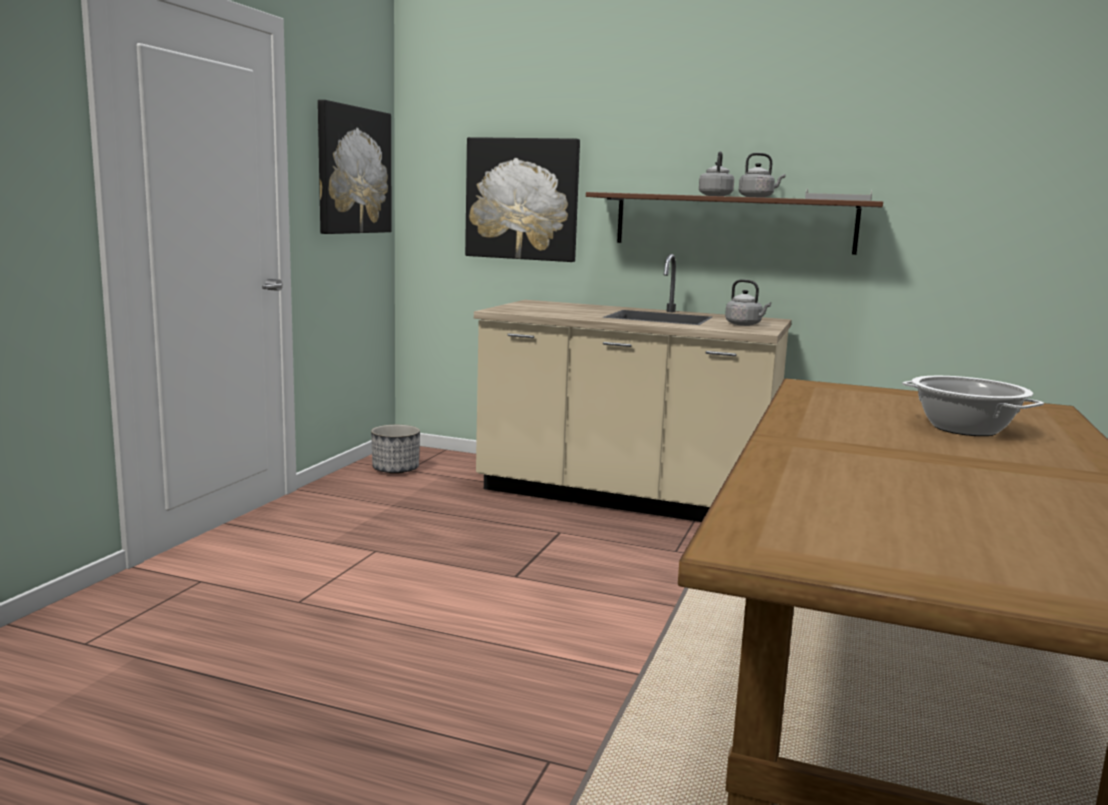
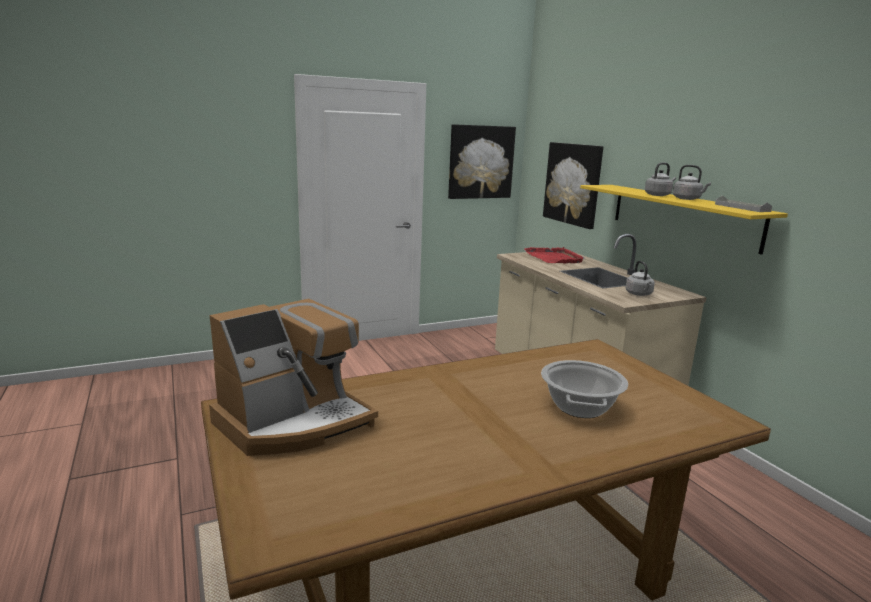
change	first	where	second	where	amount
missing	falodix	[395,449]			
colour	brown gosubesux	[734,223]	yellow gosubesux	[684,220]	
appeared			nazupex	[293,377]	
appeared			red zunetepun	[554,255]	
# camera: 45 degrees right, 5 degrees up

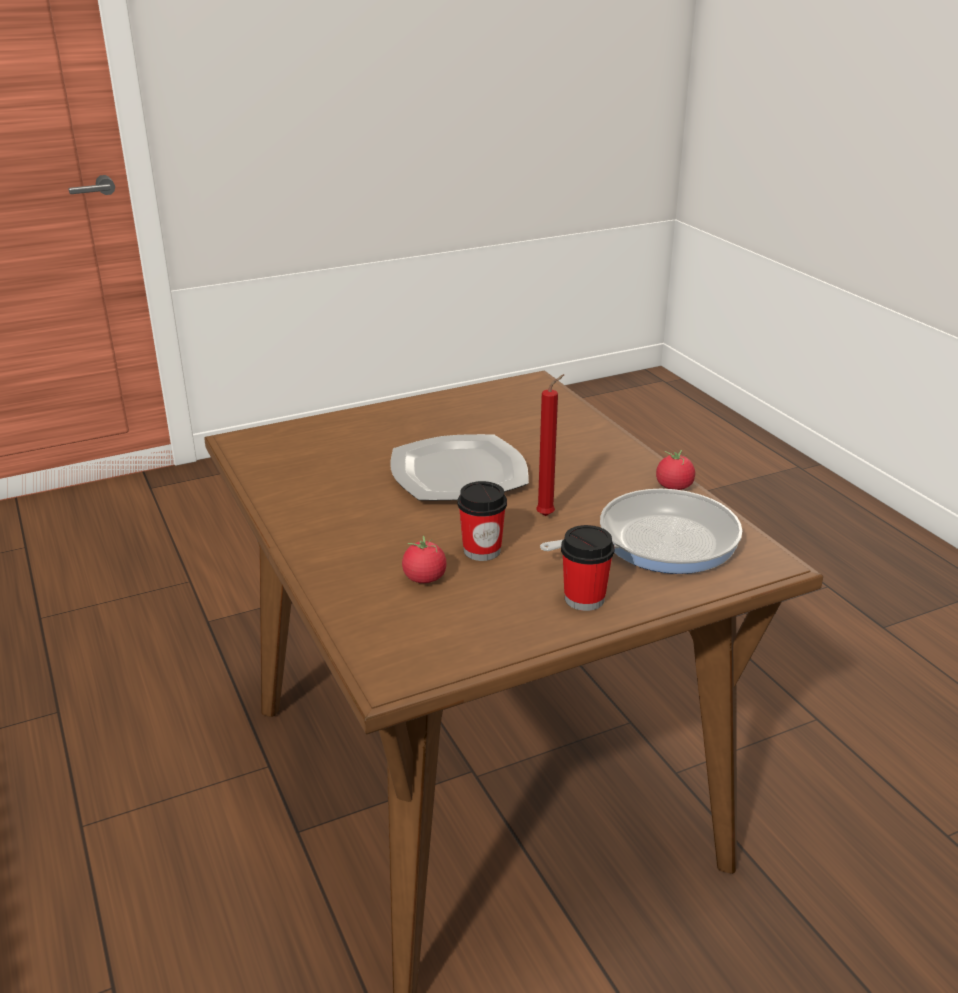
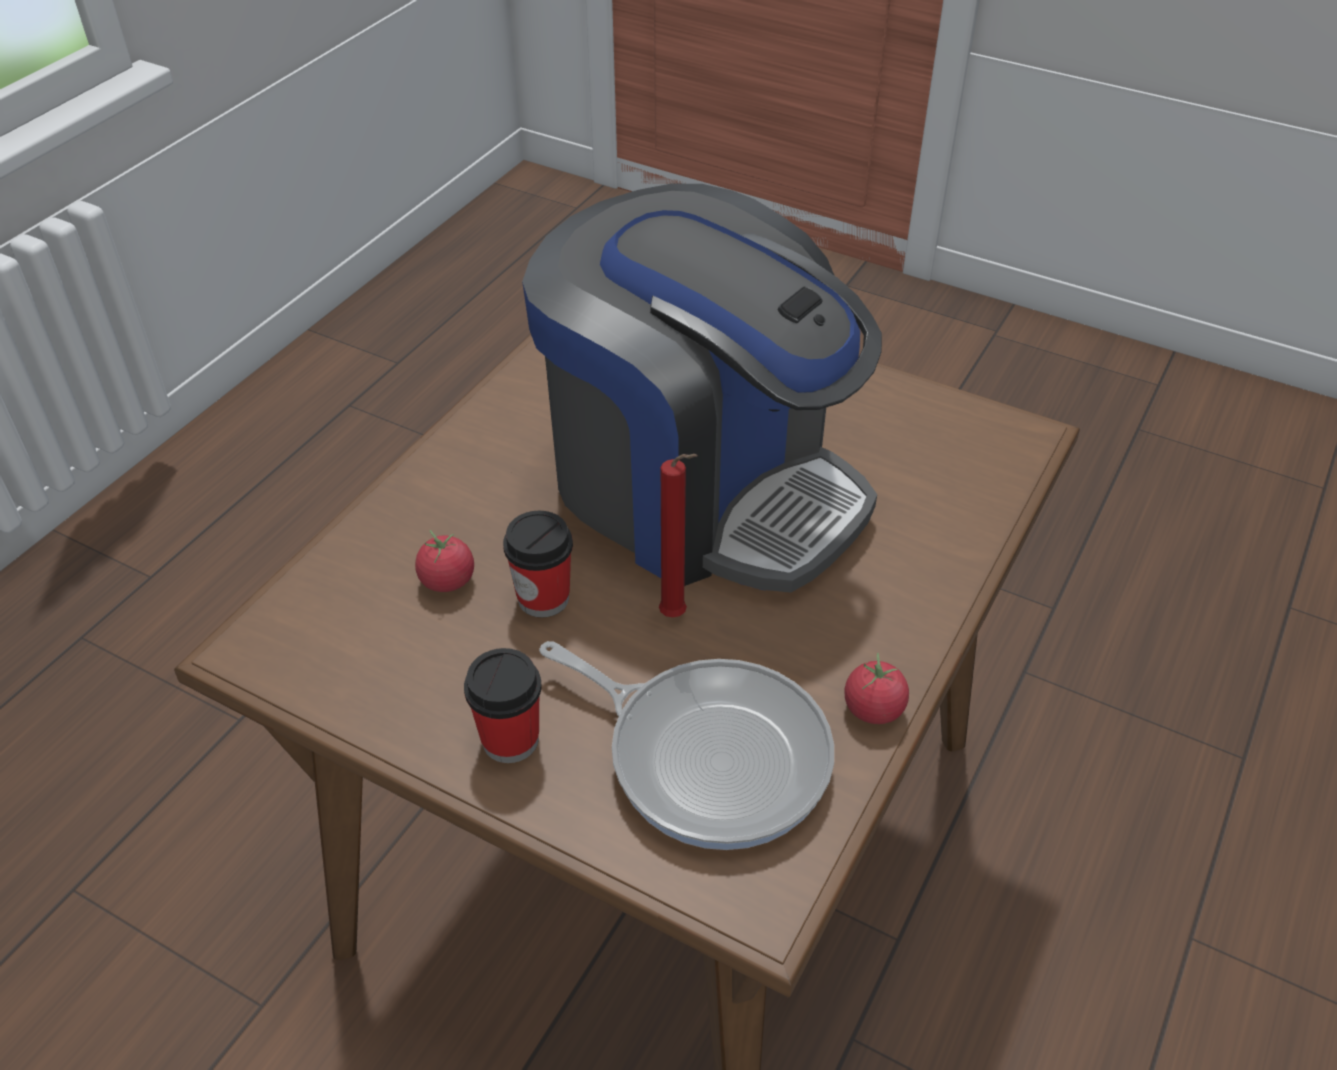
change	first	where	second	where	amount
exchanged	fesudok	[459,467]	nazupex	[702,387]	
# camera: 55 degrees right, 15 degrees up

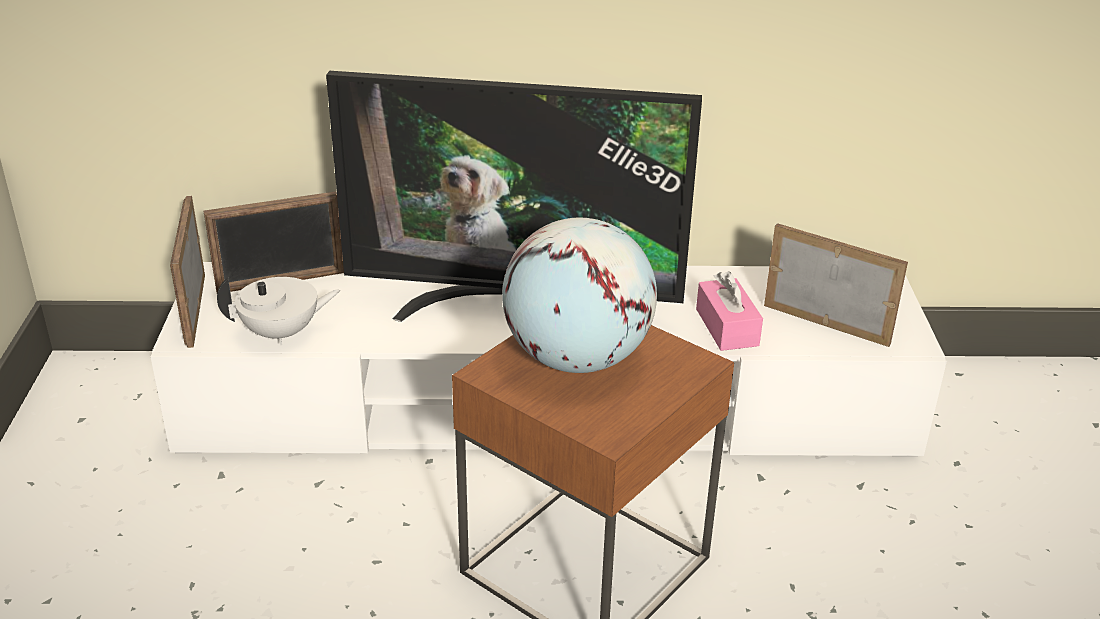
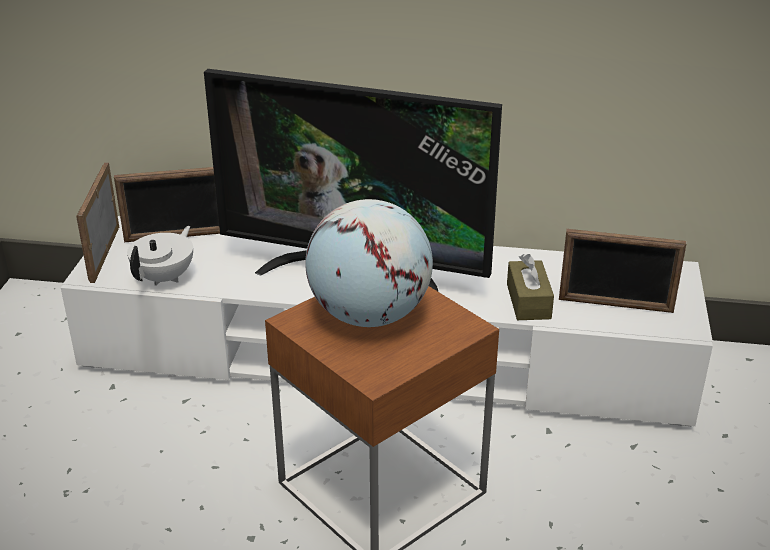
change	first	where	second	where	amount
spun	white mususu	[278,311]		[160,256]	60 degrees counterclockwise
colour	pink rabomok	[729,311]	brown rabomok	[530,287]	
spun	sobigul	[836,285]		[623,271]	150 degrees clockwise
# camera: 10 degrees right, 0 degrees up

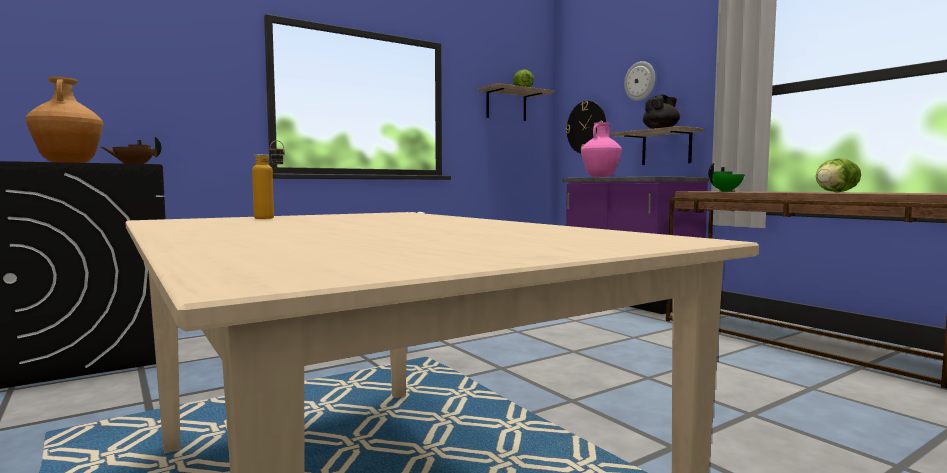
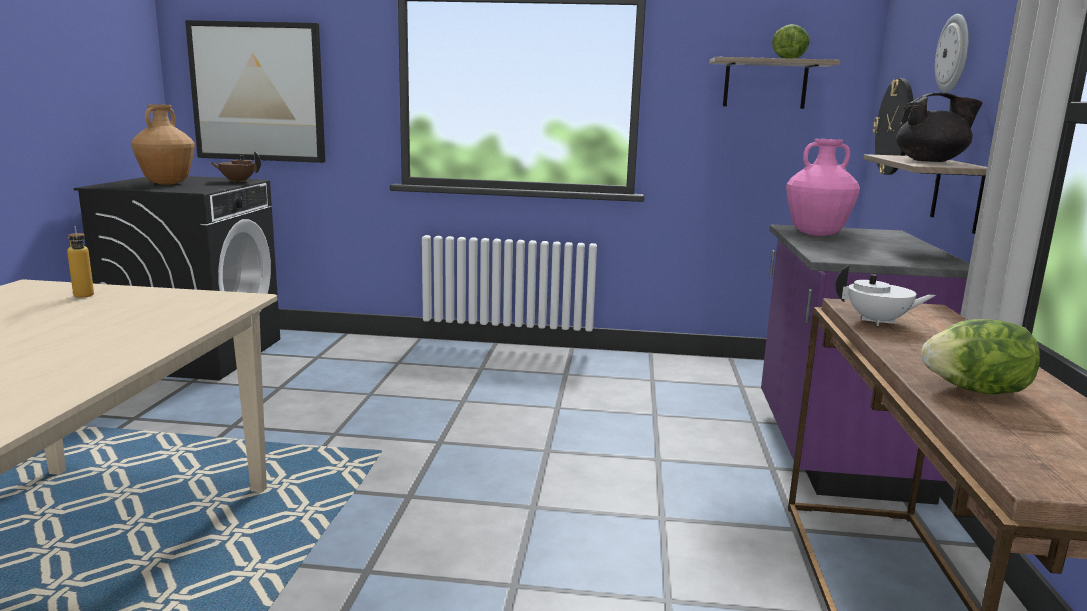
change	first	where	second	where	amount
colour	green mususu	[726,177]	white mususu	[886,295]	
appeared			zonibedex	[255,91]	
# camera: 40 degrees right, 10 degrees up

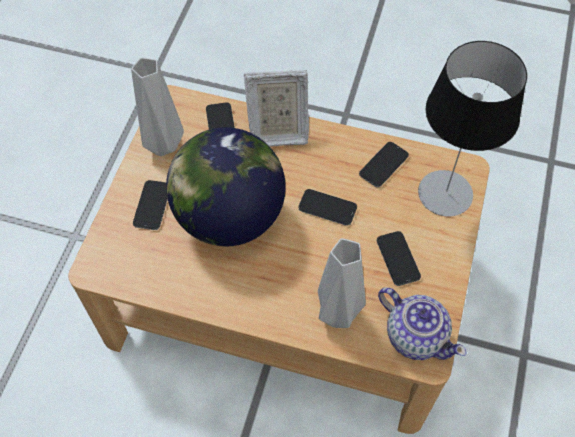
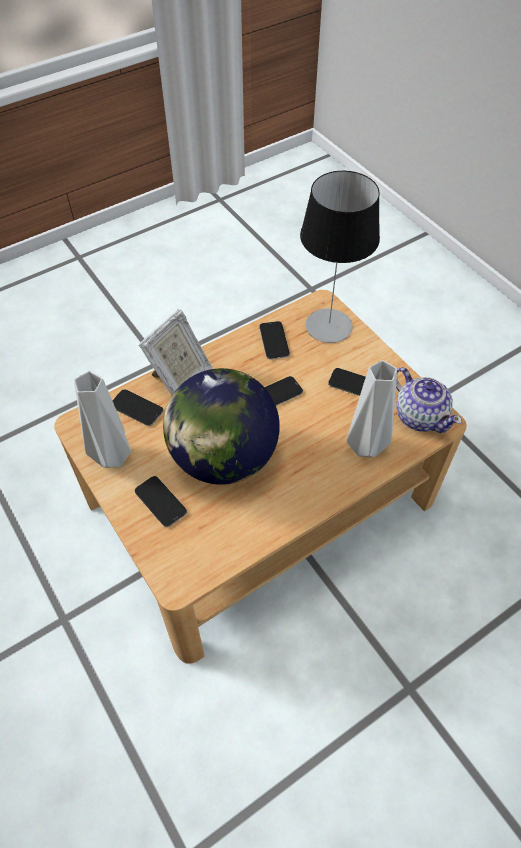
change	first	where	second	where	amount
spun	mususu	[422,323]		[429,400]	60 degrees clockwise
# camera: 50 degrees left, 5 degrees down

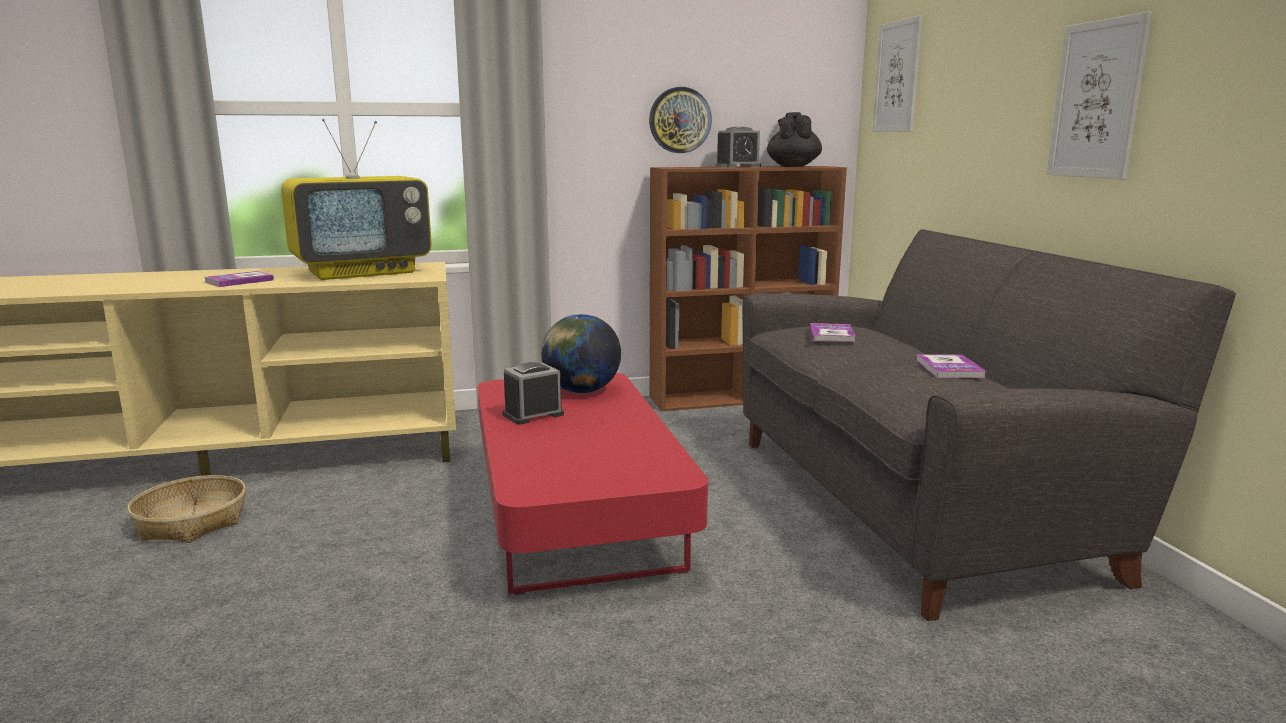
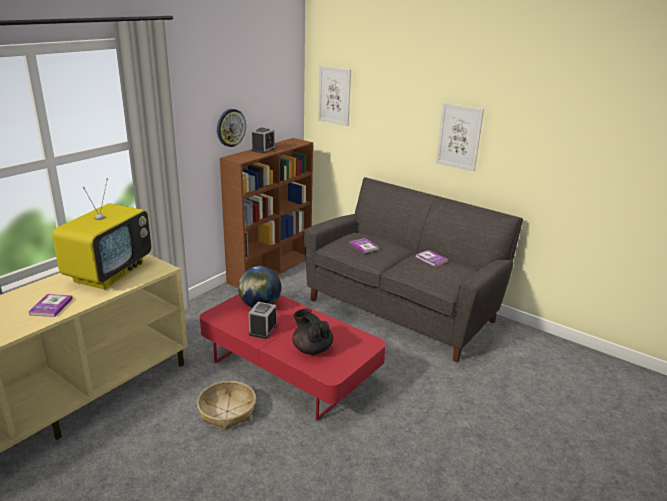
change	first	where	second	where	amount
relocated	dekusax	[186,509]		[226,405]	
relocated	black mususu	[794,139]		[312,332]	
# camera: 40 degrees left, 10 degrees up

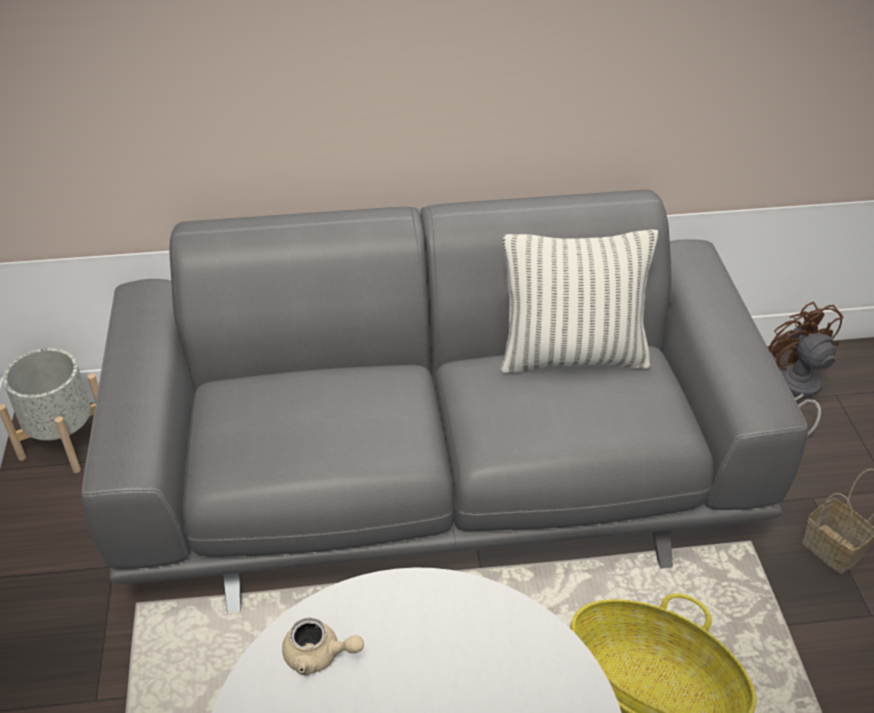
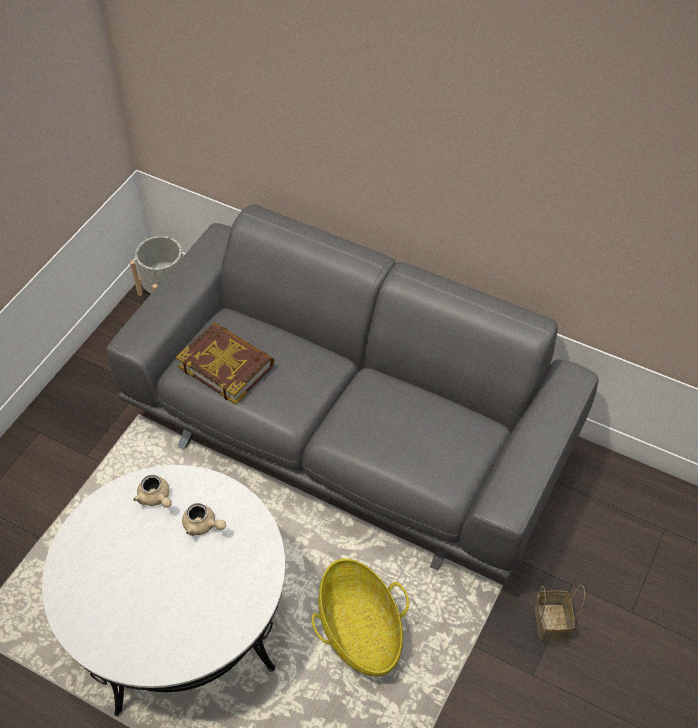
change	first	where	second	where	amount
missing	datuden	[579,301]			
missing	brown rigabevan	[805,369]			
appeared			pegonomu	[225,363]	
appeared			beige mususu	[204,519]	
# camera: 35 degrees right, 10 degrees up

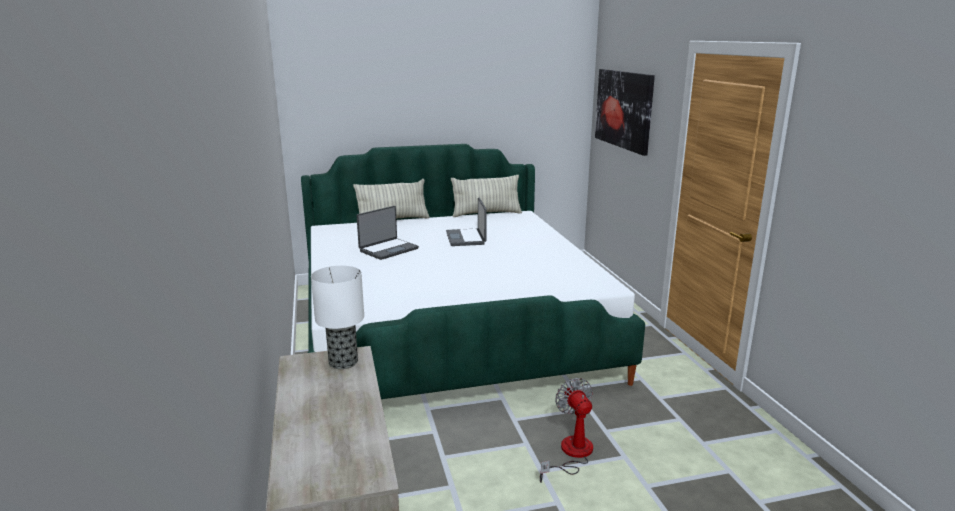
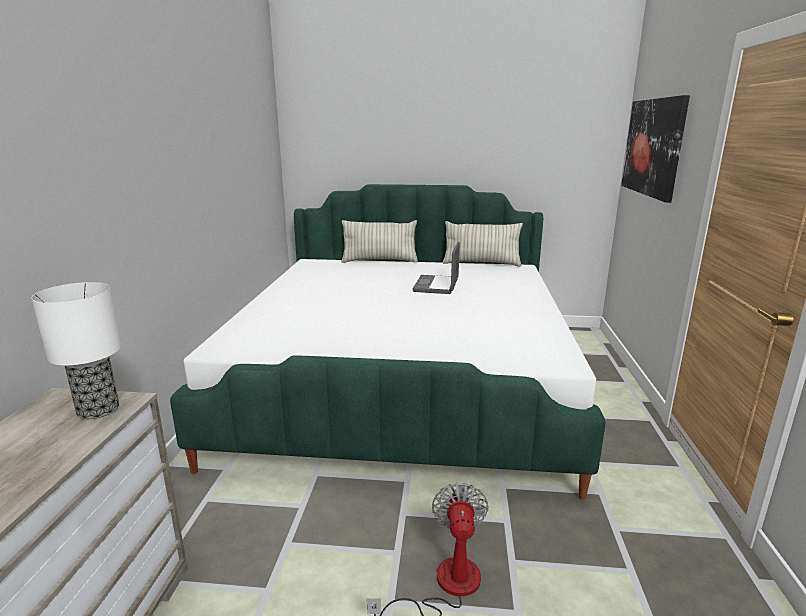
change	first	where	second	where	amount
missing	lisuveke	[387,233]			
# camera: 20 degrees right, 0 degrees up

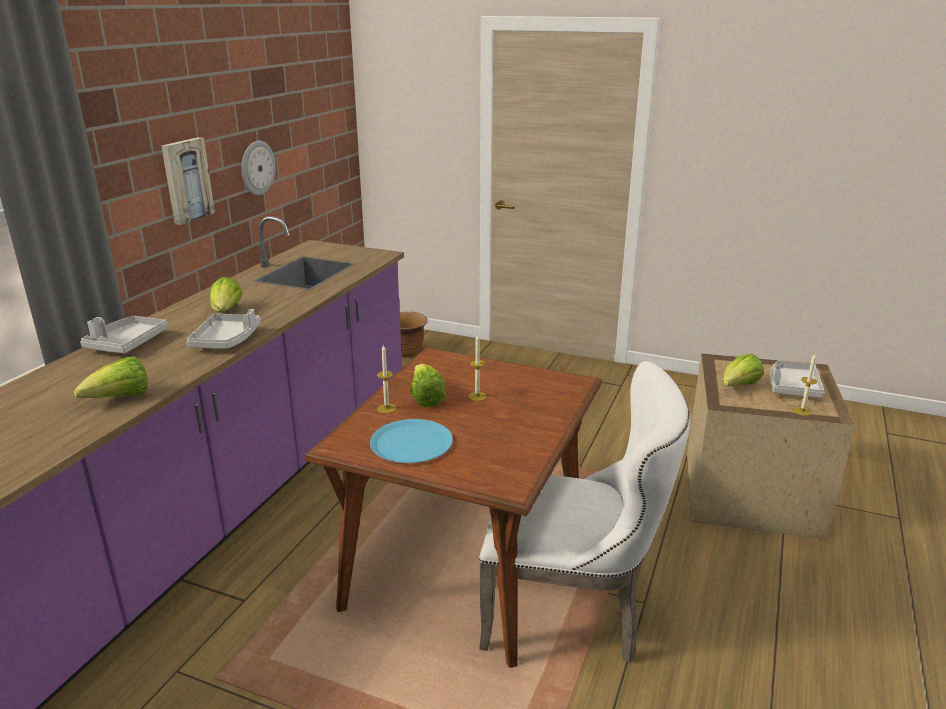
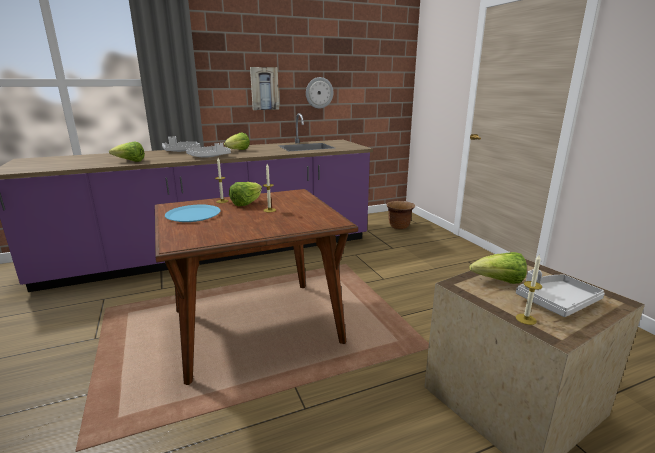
change	first	where	second	where	amount
missing	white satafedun	[585,512]			
# camera: 45 degrees right, 5 degrees down

